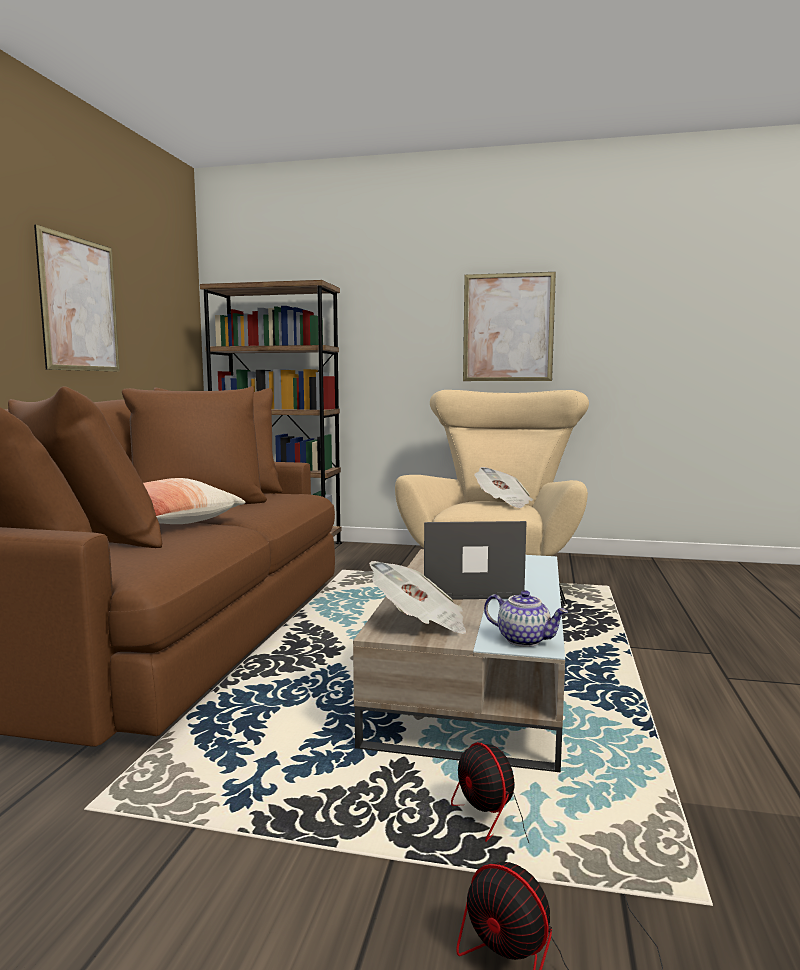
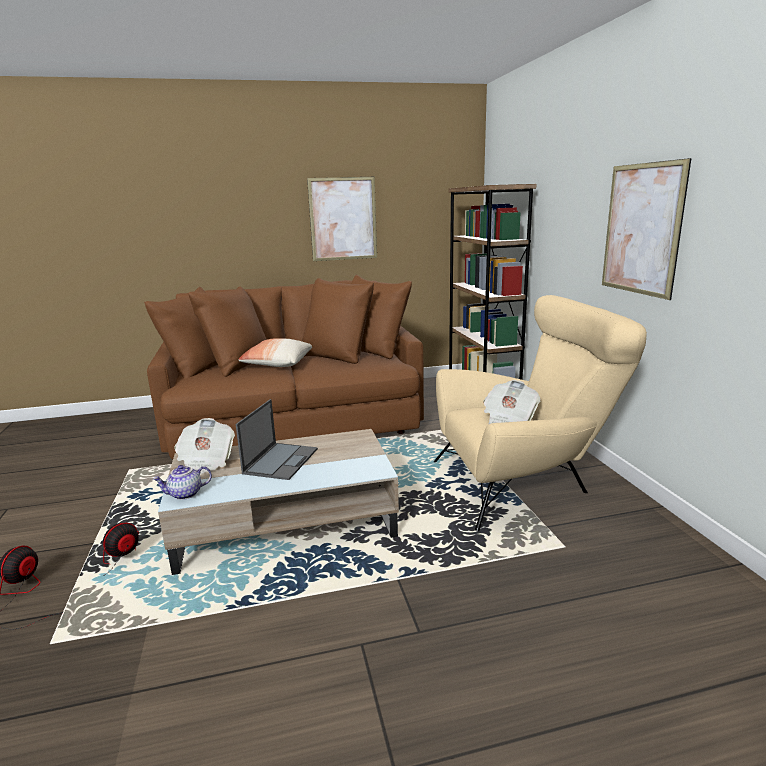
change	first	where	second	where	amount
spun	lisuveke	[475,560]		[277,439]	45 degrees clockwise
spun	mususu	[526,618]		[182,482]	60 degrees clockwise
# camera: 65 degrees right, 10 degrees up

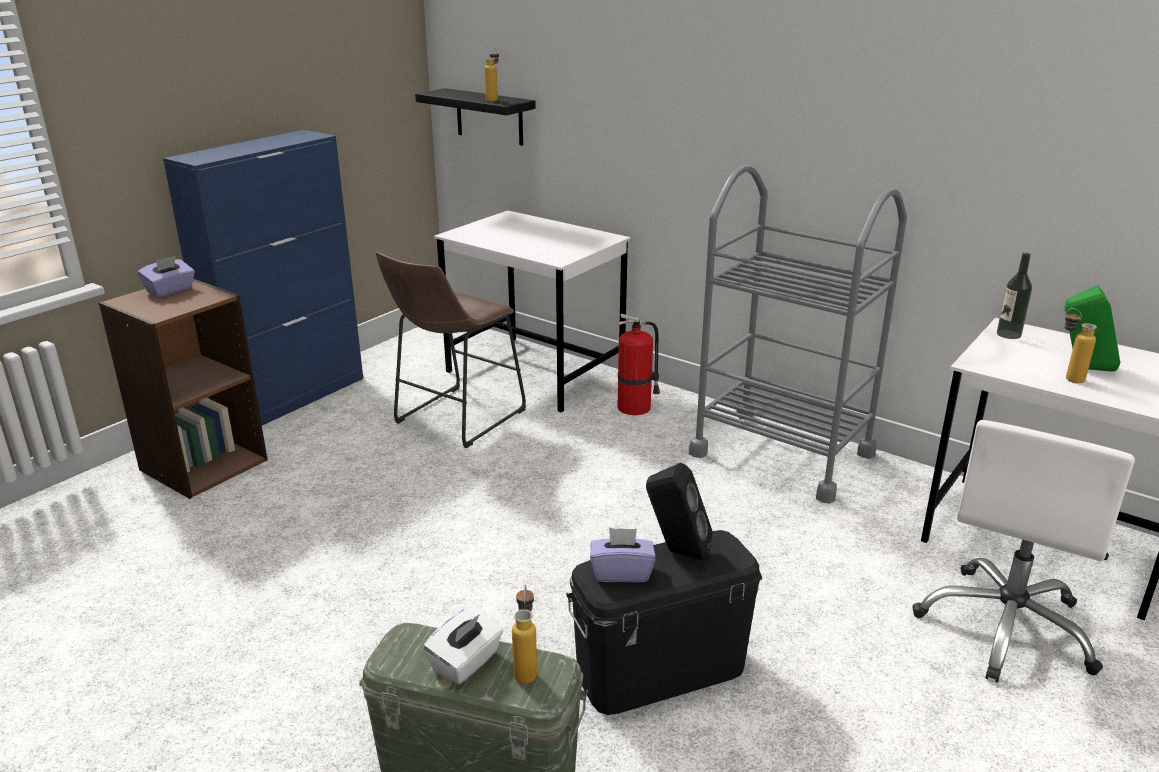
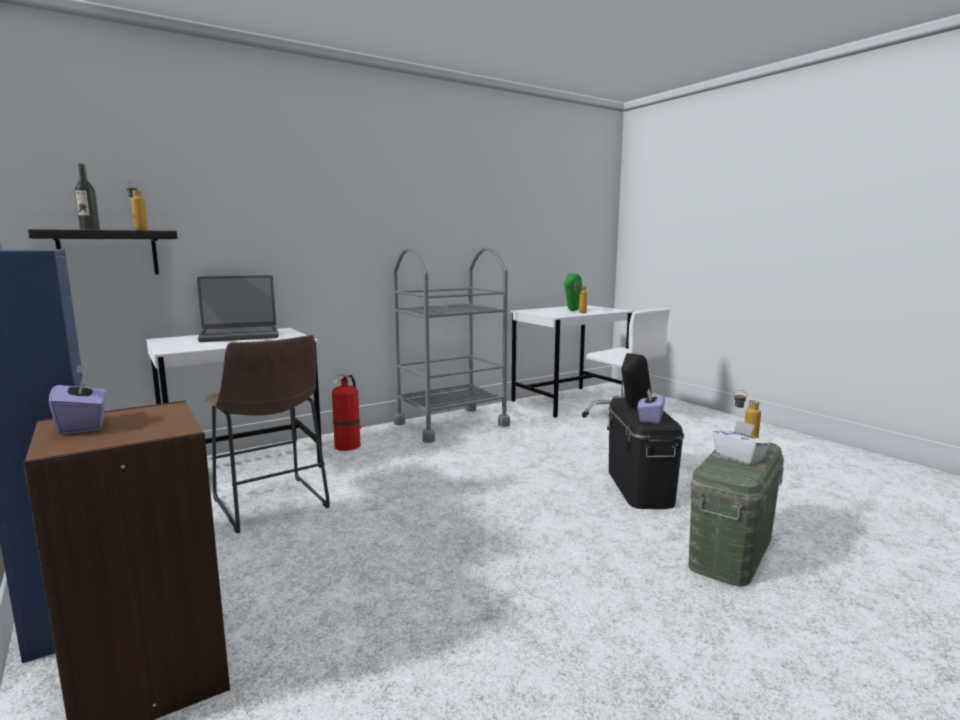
change	first	where	second	where	amount
relocated	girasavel	[1014,296]		[87,197]	
appeared			lisuveke	[238,308]	
# camera: 70 degrees left, 15 degrees down

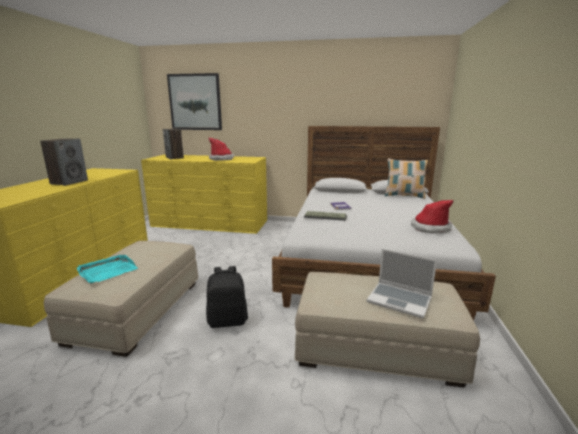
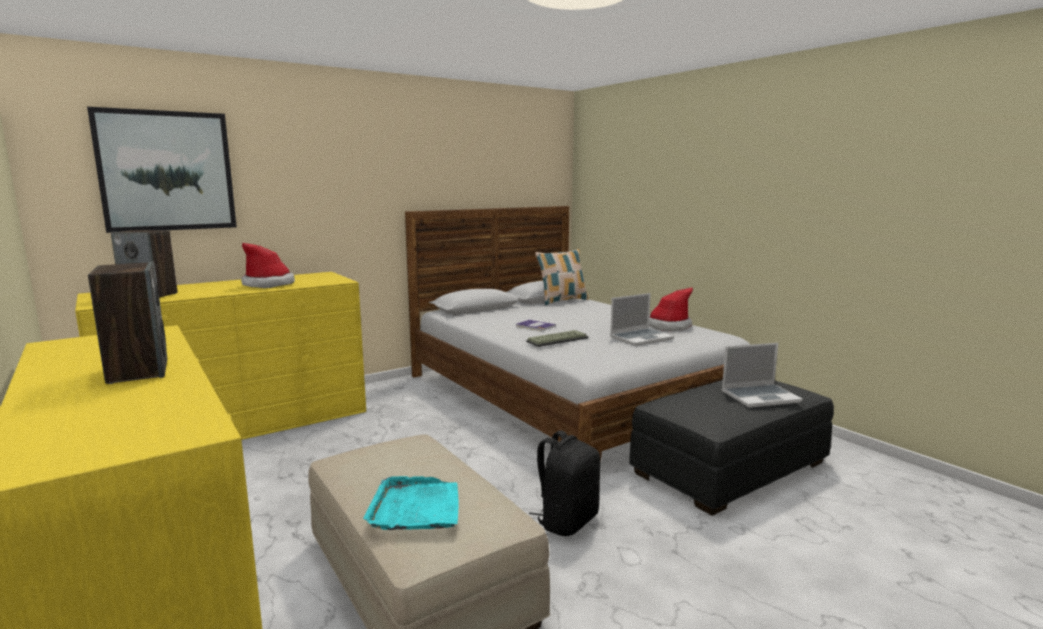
change	first	where	second	where	amount
colour	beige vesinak	[387,330]	black vesinak	[731,447]	
appeared			lisuveke	[642,319]	
# camera: 45 degrees left, 5 degrees down

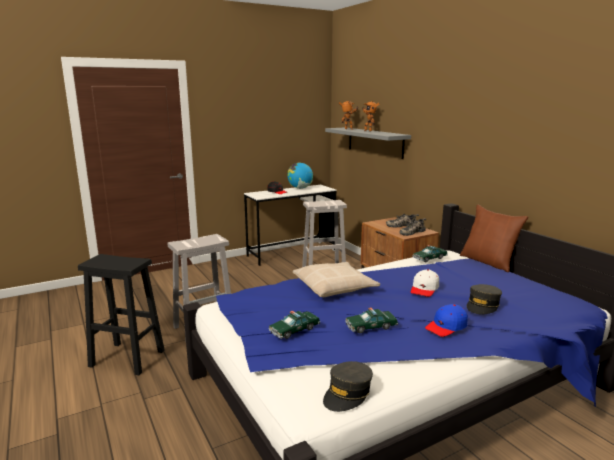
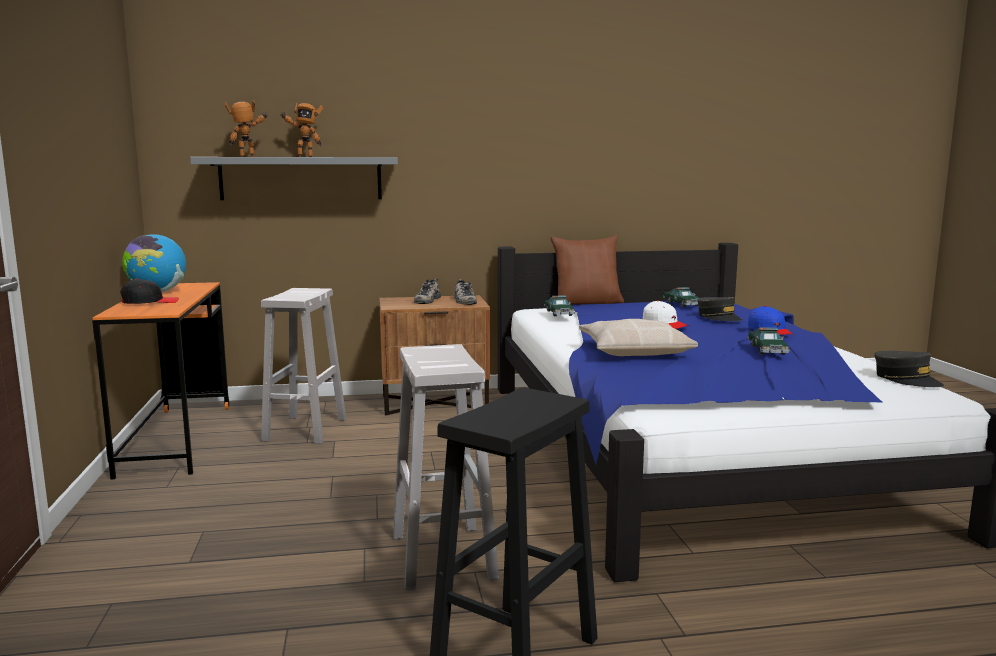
change	first	where	second	where	amount
colour	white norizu	[290,225]	orange norizu	[160,380]	
relocated	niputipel	[294,325]		[681,297]	
# camera: 70 degrees left, 5 degrees down

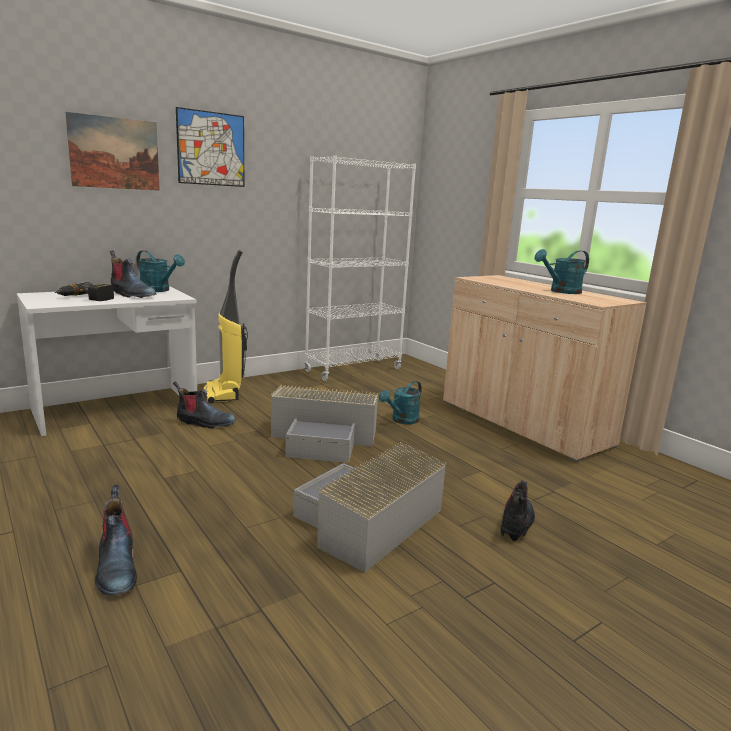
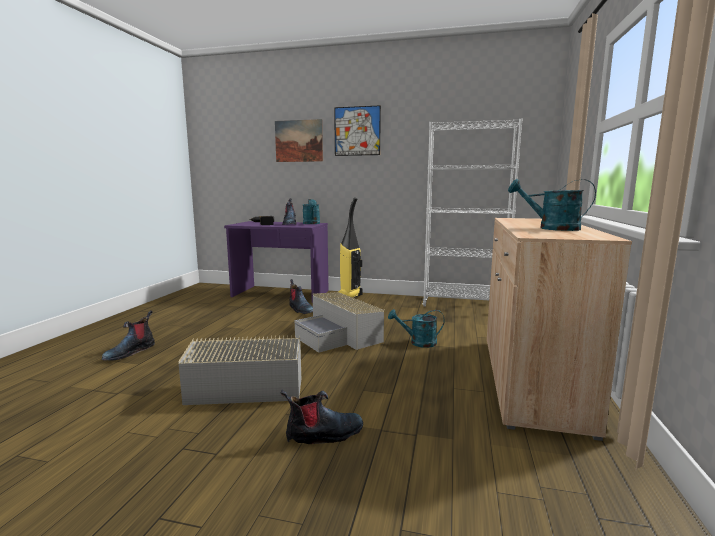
change	first	where	second	where	amount
colour	white norizu	[106,361]	purple norizu	[276,262]	
# camera: 50 degrees right, 5 degrees down

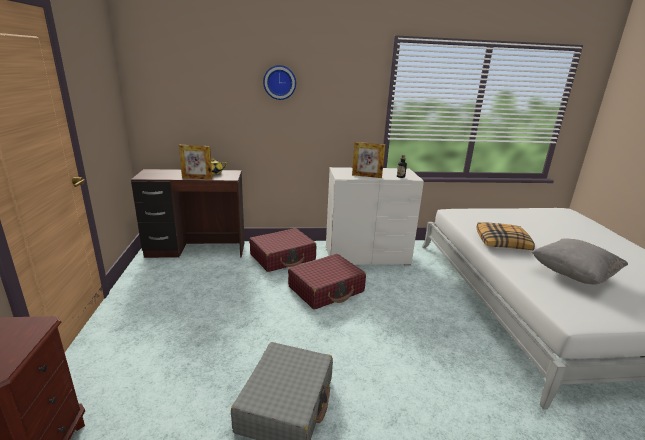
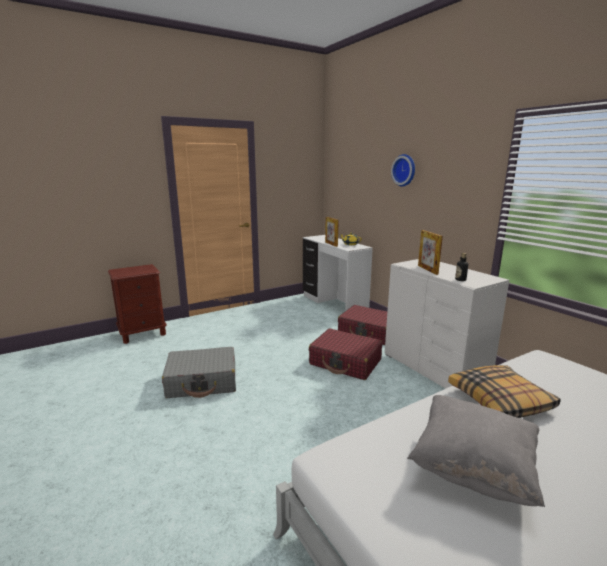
change	first	where	second	where	amount
colour	brown norizu	[188,213]	white norizu	[338,273]	
# camera: 65 degrees right, 5 degrees down

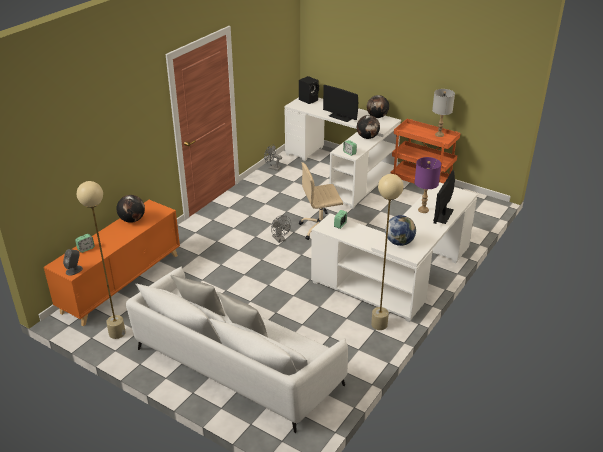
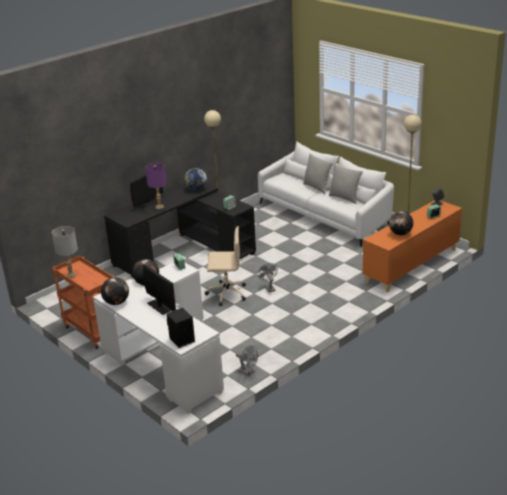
change	first	where	second	where	amount
colour	white norizu	[394,252]	black norizu	[180,230]	
# camera: 165 degrees left, 5 degrees down

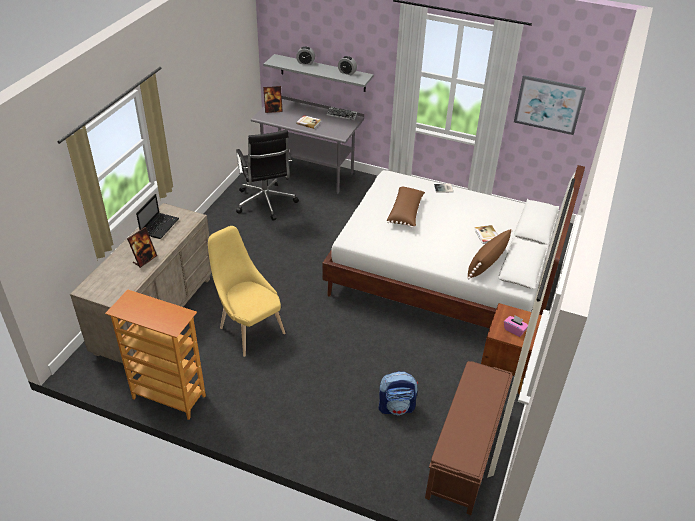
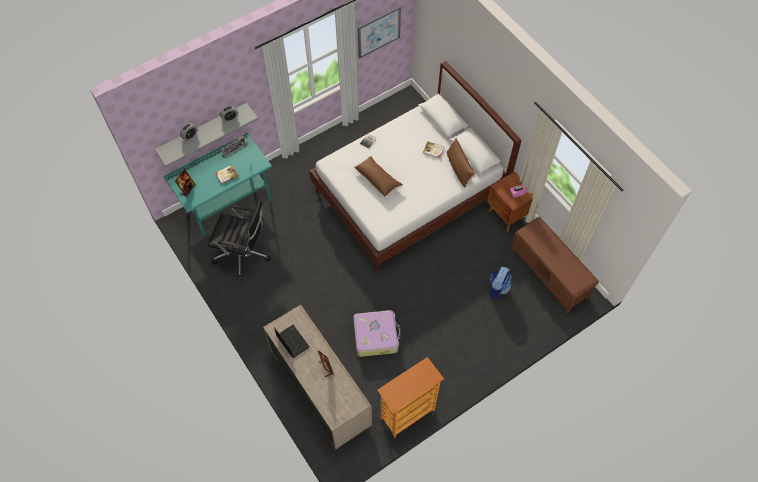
change	first	where	second	where	amount
exchanged	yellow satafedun	[246,291]	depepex	[376,333]	
colour	grey norizu	[307,145]	turquoise norizu	[218,185]	
# camera: 55 degrees left, 20 degrees up

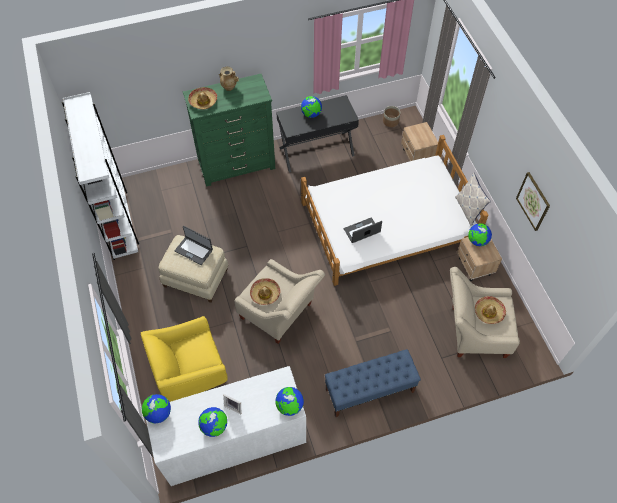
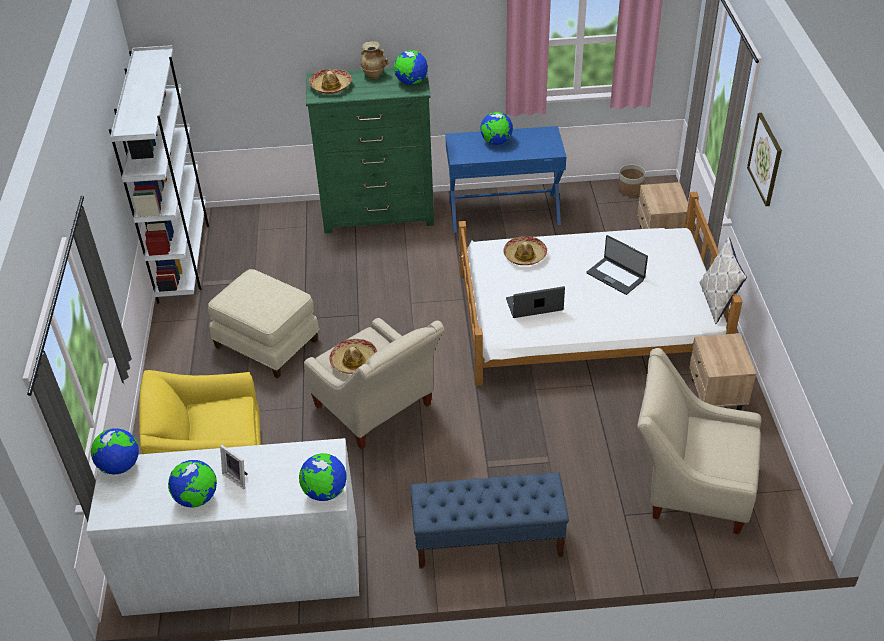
change	first	where	second	where	amount
relocated	lisuveke	[193,245]		[617,265]	
colour	black norizu	[317,134]	blue norizu	[506,179]	
relocated	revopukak	[480,234]		[411,67]	
relocated	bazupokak	[490,310]		[525,250]	
relocated	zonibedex	[533,201]		[764,159]	
# camera: 15 degrees right, 15 degrees down

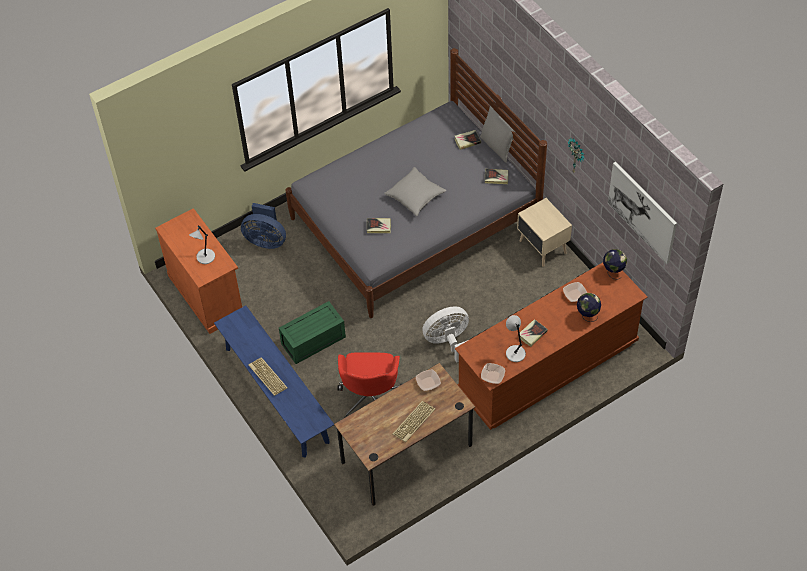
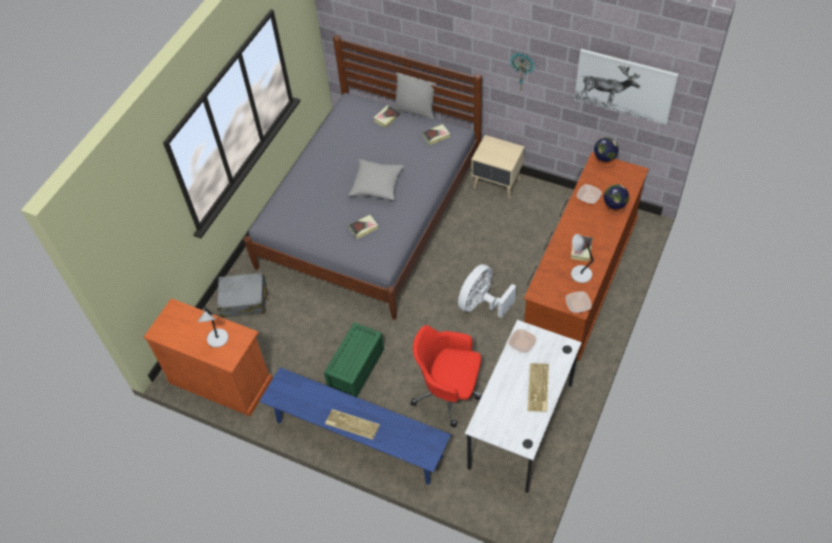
change	first	where	second	where	amount
exchanged	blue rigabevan	[263,226]	grey depepex	[242,295]	
colour	brown norizu	[404,434]	white norizu	[523,406]	
spun	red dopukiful	[370,385]		[445,376]	135 degrees clockwise
# camera: 30 degrees left, 0 degrees up

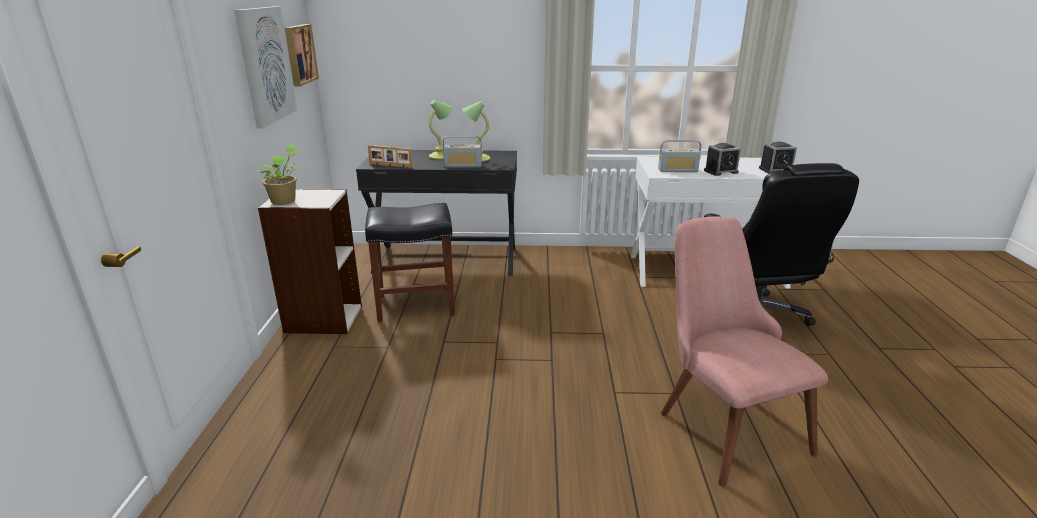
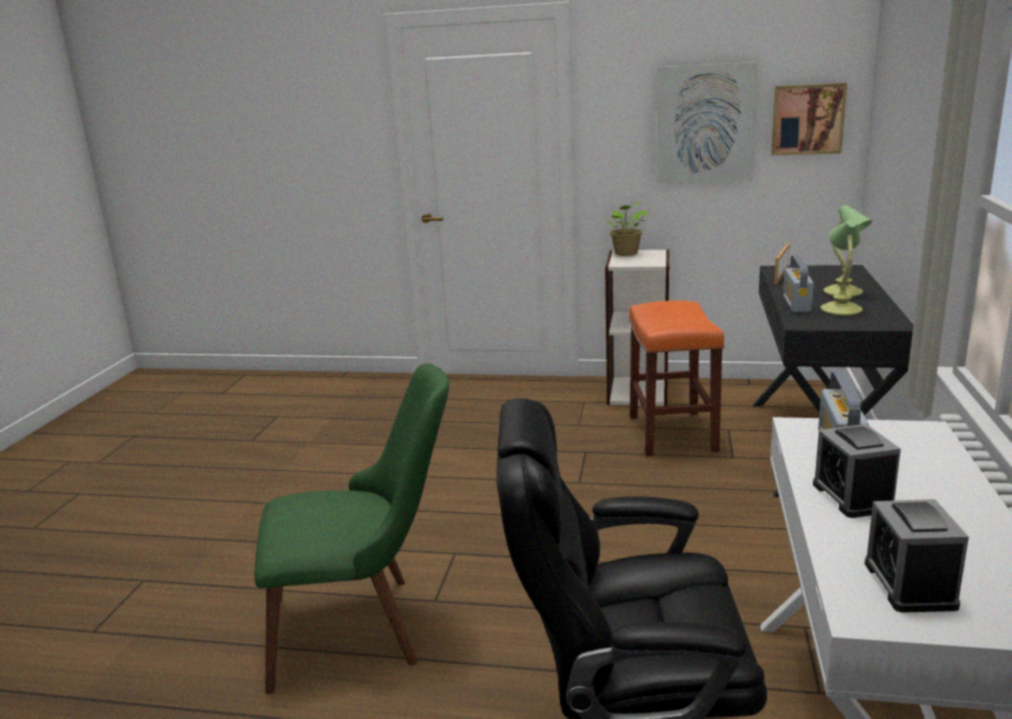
change	first	where	second	where	amount
colour	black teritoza	[410,263]	orange teritoza	[677,378]	
colour	pink satafedun	[744,351]	green satafedun	[352,528]	
# camera: 100 degrees right, 5 degrees down

